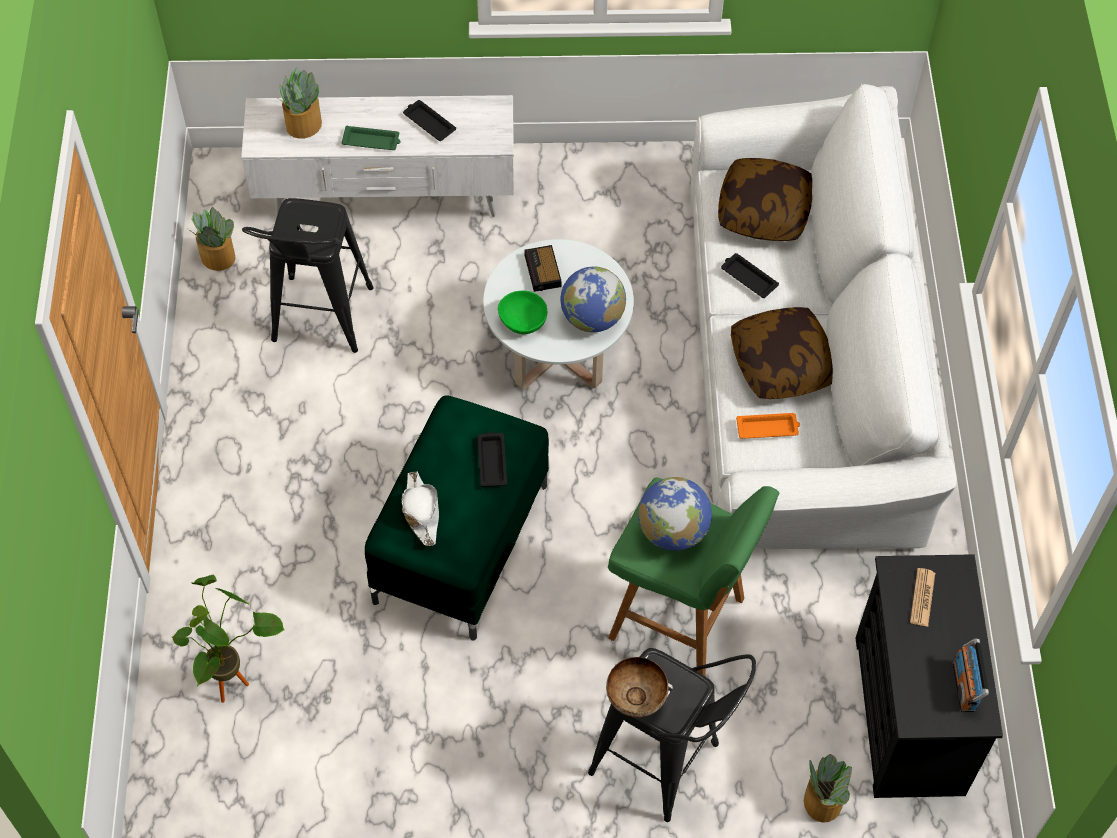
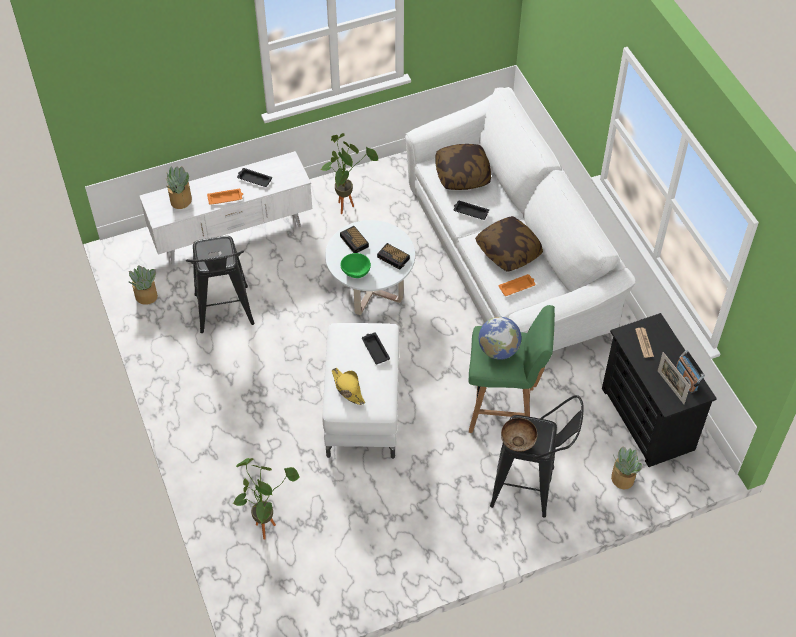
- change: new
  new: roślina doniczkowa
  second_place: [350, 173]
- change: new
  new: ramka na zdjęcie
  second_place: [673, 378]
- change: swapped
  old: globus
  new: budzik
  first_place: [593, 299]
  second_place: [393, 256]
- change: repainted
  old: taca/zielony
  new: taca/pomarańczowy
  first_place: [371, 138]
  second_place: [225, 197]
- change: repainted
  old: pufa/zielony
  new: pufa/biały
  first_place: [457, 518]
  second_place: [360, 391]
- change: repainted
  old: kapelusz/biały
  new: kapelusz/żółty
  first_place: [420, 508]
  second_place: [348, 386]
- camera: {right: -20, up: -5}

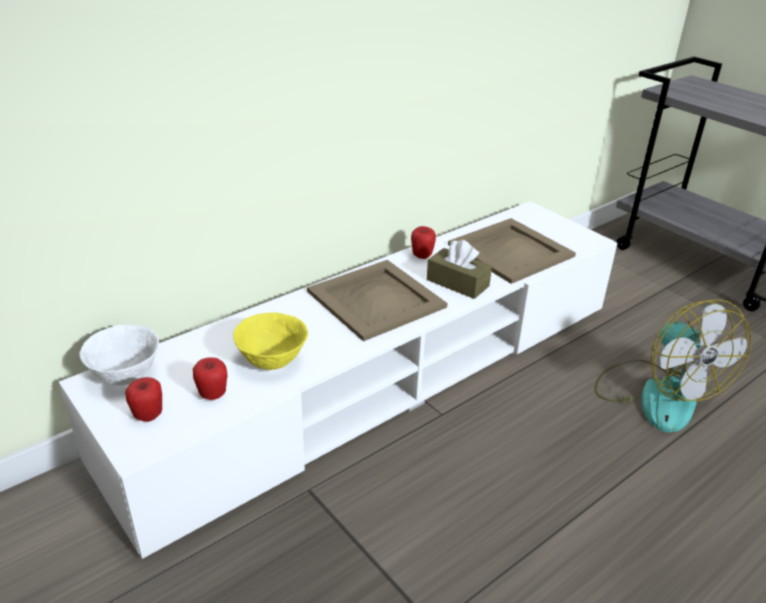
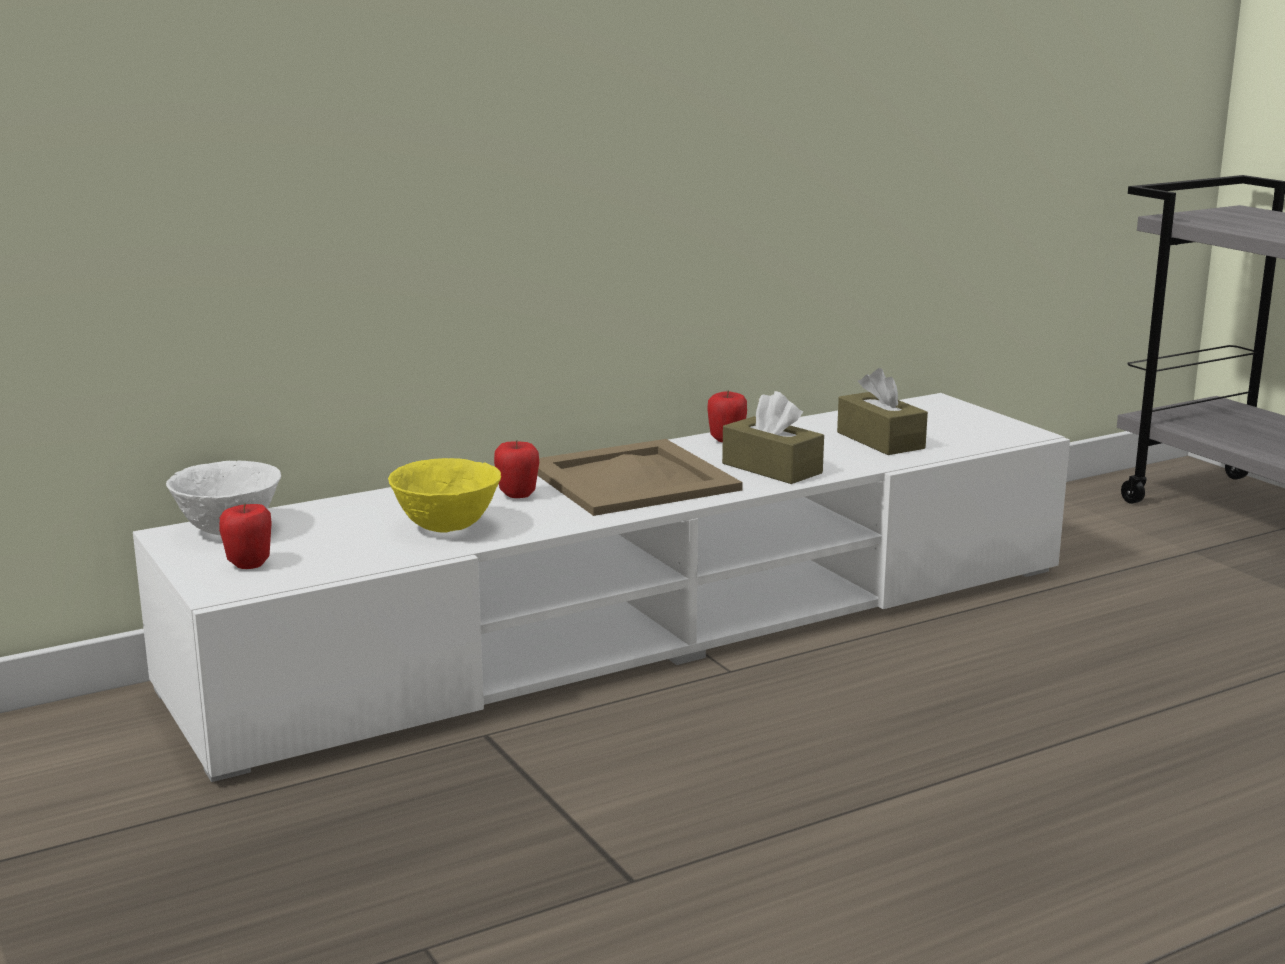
- change: gone
  old: wentylator
  first_place: [672, 366]
- change: shifted
  old: jabłko
  first_place: [210, 378]
  second_place: [516, 469]
- change: swapped
  old: taca/beżowy
  new: pudełko chusteczek/brązowy
  first_place: [512, 251]
  second_place: [882, 411]
- camera: {right: 10, up: -15}

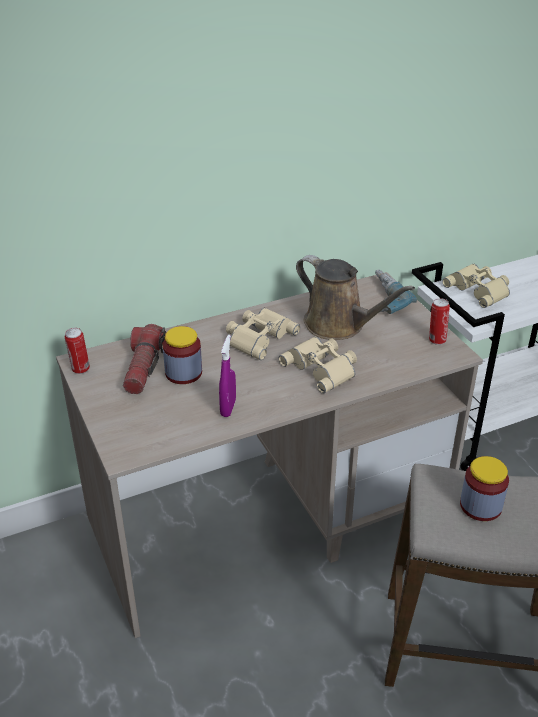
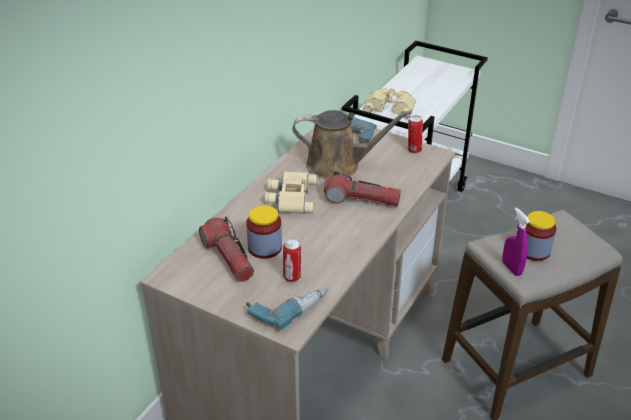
- change: new
  new: wiertarka
  second_place: [287, 308]
- change: shifted
  old: puszka
  first_place: [77, 351]
  second_place: [292, 260]
- change: shifted
  old: spryskiwacz/fioletowy
  first_place: [227, 376]
  second_place: [516, 241]
- change: swapped
  old: lornetka/beżowy
  new: latarka
  first_place: [318, 364]
  second_place: [362, 188]
- camera: {right: -35, up: 0}

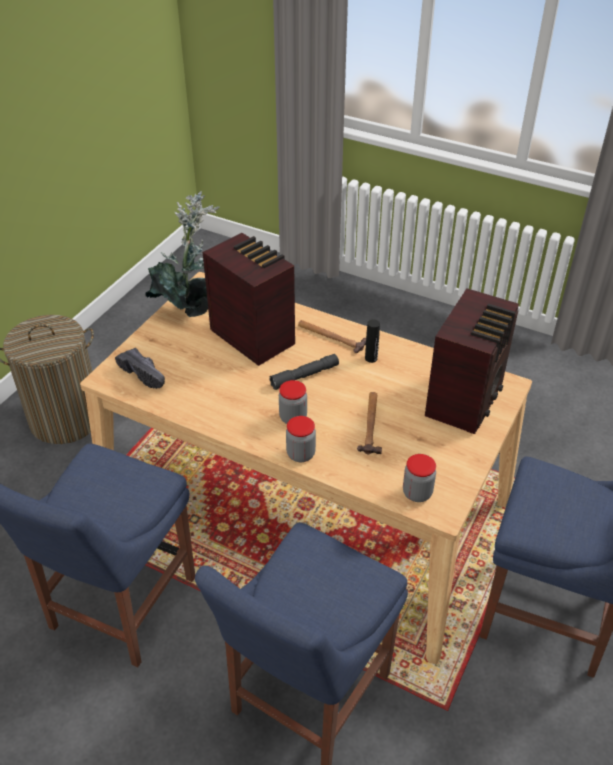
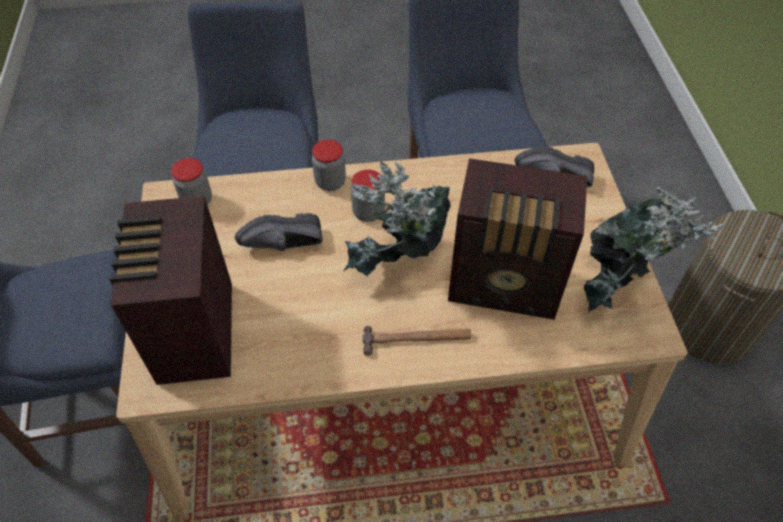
- change: gone
  old: butelka/czarny
  first_place: [372, 341]
- change: swapped
  old: latarka/szary
  new: roślina doniczkowa
  first_place: [304, 372]
  second_place: [397, 219]
- change: swapped
  old: młotek
  new: but/czarny
  first_place: [369, 423]
  second_place: [278, 232]
- camera: {right: 145, up: 10}

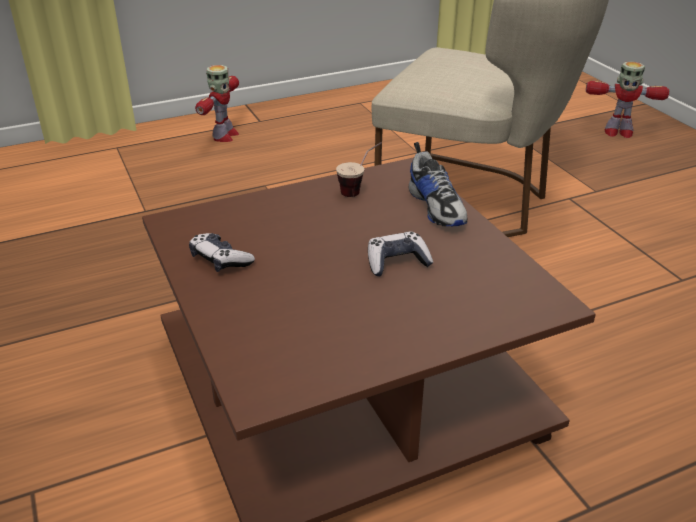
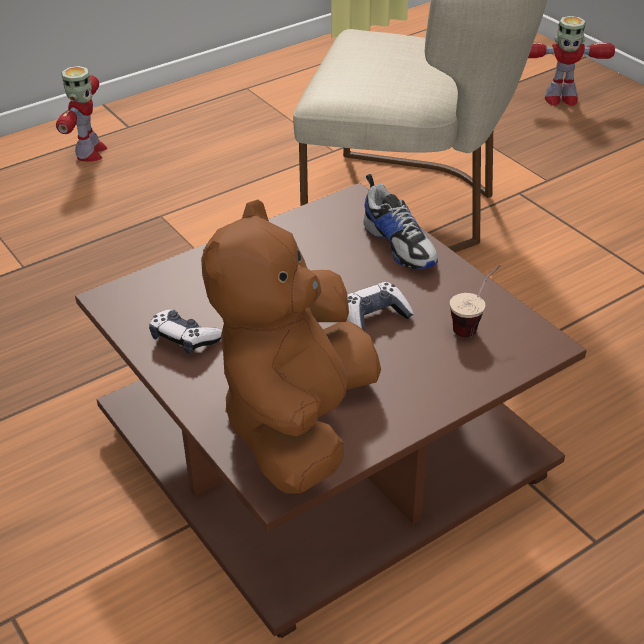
- change: new
  new: pluszak/brązowy
  second_place: [291, 347]
- change: shifted
  old: filiżanka
  first_place: [359, 169]
  second_place: [475, 300]
- camera: {right: -10, up: 5}

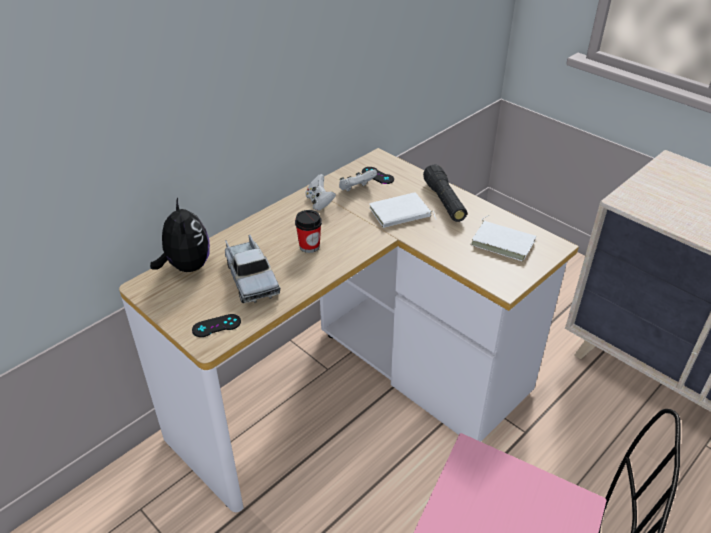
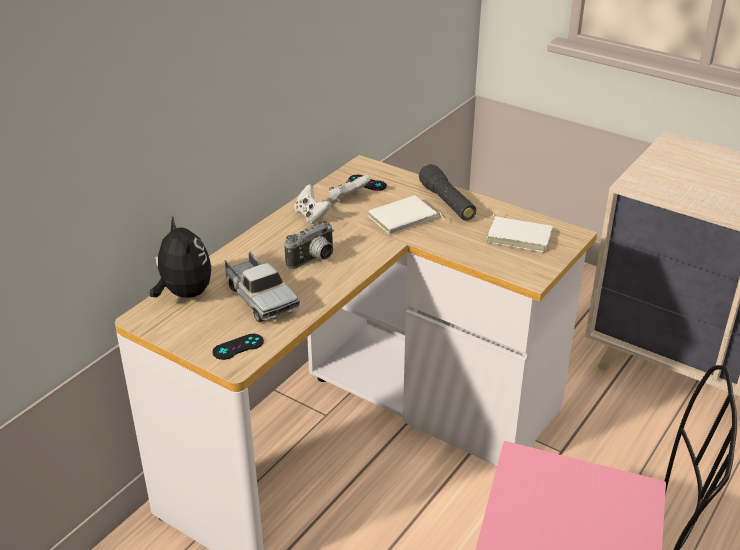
- change: swapped
  old: filiżanka
  new: aparat fotograficzny
  first_place: [308, 231]
  second_place: [309, 245]
- camera: {right: -10, up: -5}

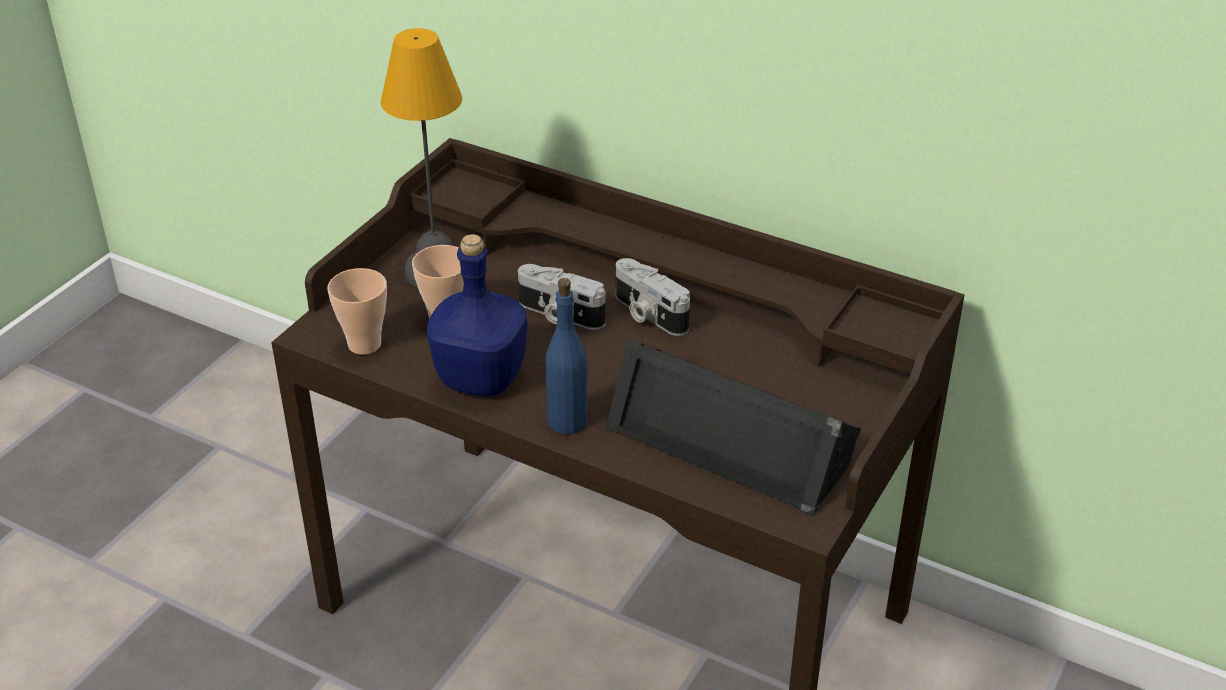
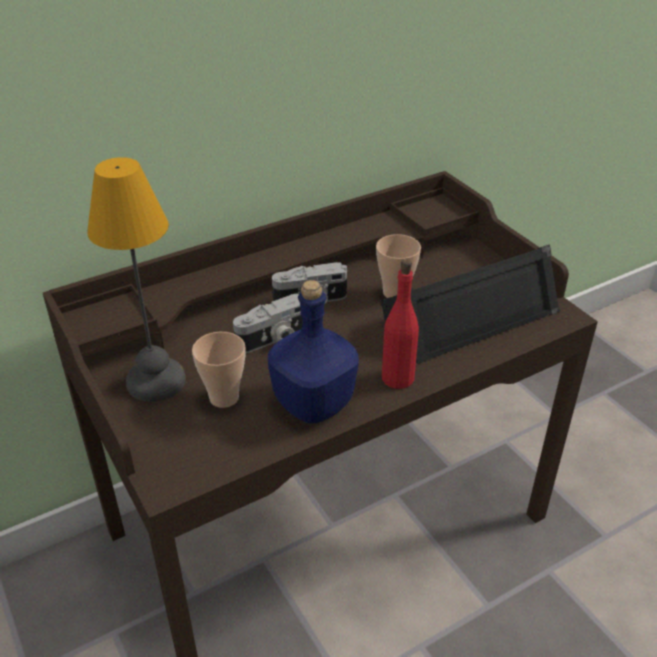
- change: shifted
  old: filiżanka
  first_place: [357, 311]
  second_place: [398, 266]
- change: repainted
  old: butelka/niebieski
  new: butelka/czerwony
  first_place: [566, 356]
  second_place: [400, 324]
- camera: {right: -60, up: 0}

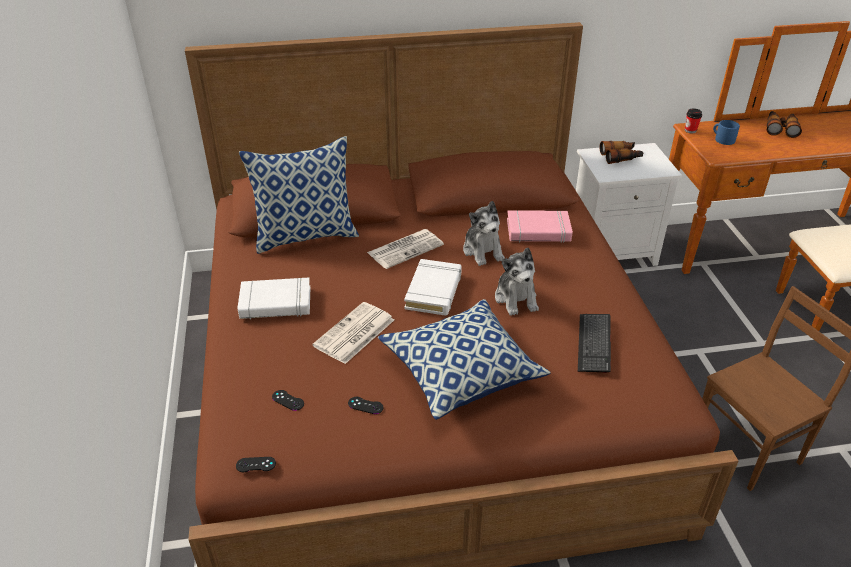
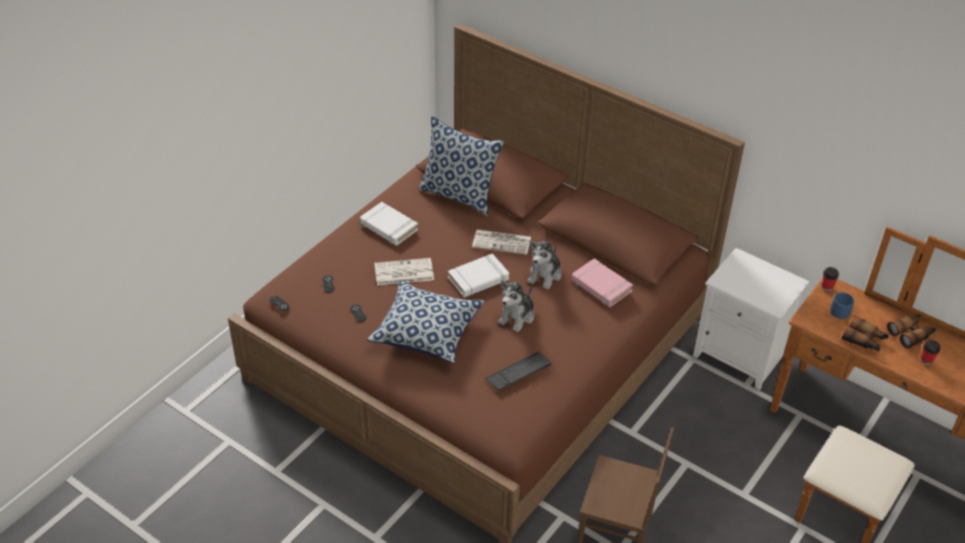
- change: new
  new: filiżanka
  second_place: [930, 352]
- change: shifted
  old: lornetka
  first_place: [621, 152]
  second_place: [865, 333]
- camera: {right: 45, up: 5}

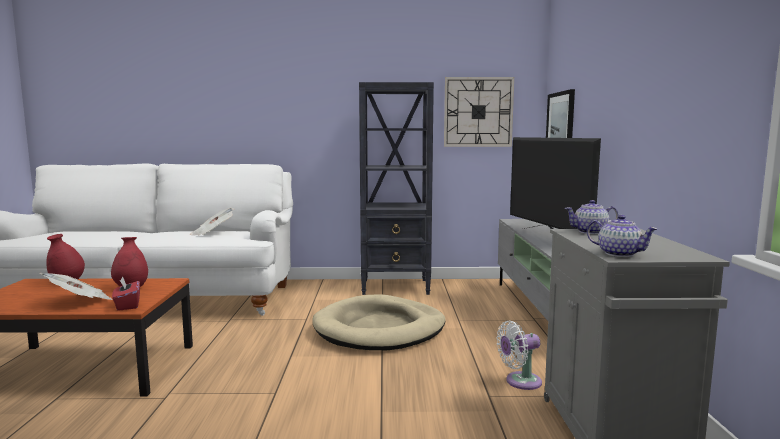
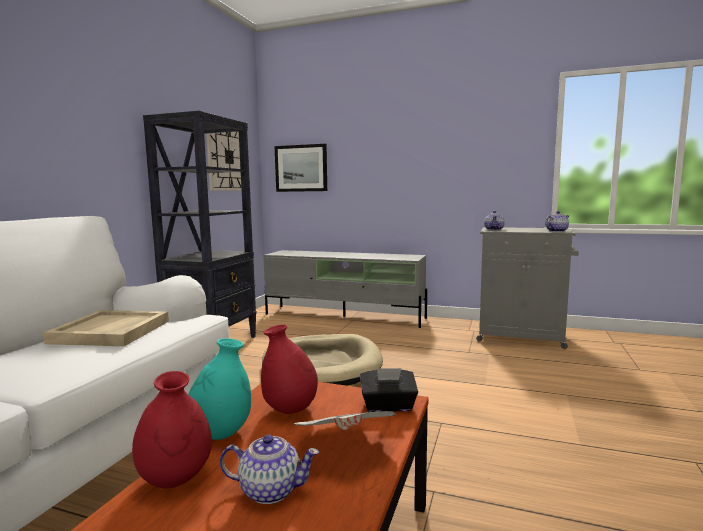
- change: gone
  old: wentylator/biały
  first_place: [519, 355]
- change: gone
  old: telewizor
  first_place: [555, 183]
- change: new
  new: wazon/turkusowy
  second_place: [219, 389]
- change: new
  new: imbryk
  second_place: [269, 469]
- change: swapped
  old: gazeta
  new: taca/beżowy
  first_place: [212, 222]
  second_place: [106, 328]
- change: repainted
  old: pudełko chusteczek/czerwony
  new: pudełko chusteczek/czarny
  first_place: [126, 293]
  second_place: [389, 390]
- camera: {right: -70, up: 0}

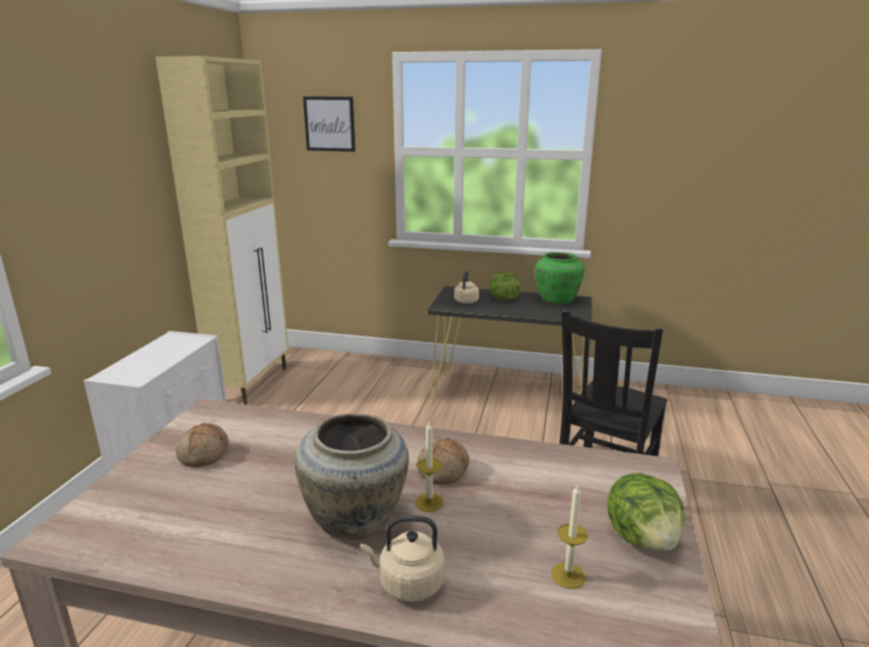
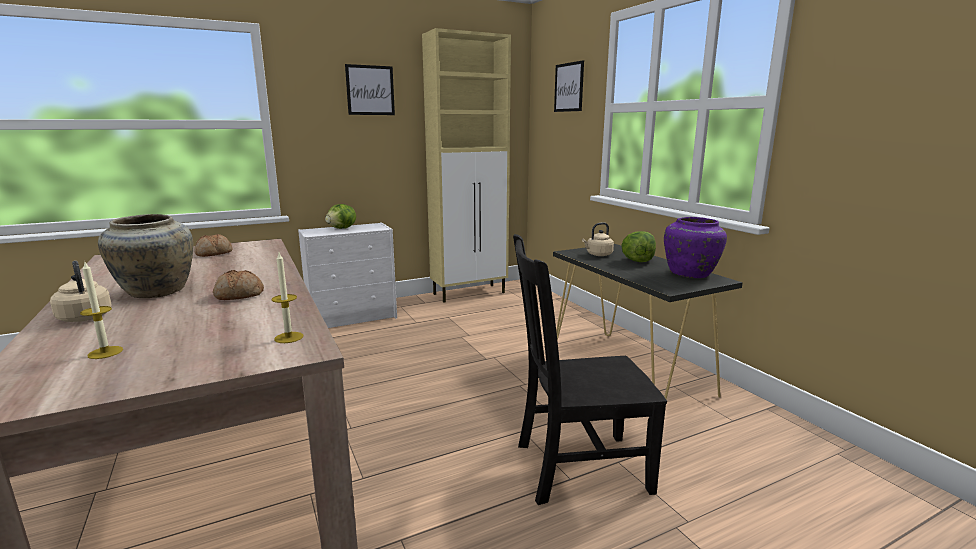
- change: new
  new: obraz
  second_place: [370, 89]
- change: shifted
  old: świeca
  first_place: [429, 467]
  second_place: [287, 298]
- change: shifted
  old: sałata
  first_place: [646, 512]
  second_place: [340, 216]
- change: repainted
  old: wazon/zielony
  new: wazon/fioletowy
  first_place: [560, 278]
  second_place: [695, 247]
- camera: {right: 50, up: -5}

